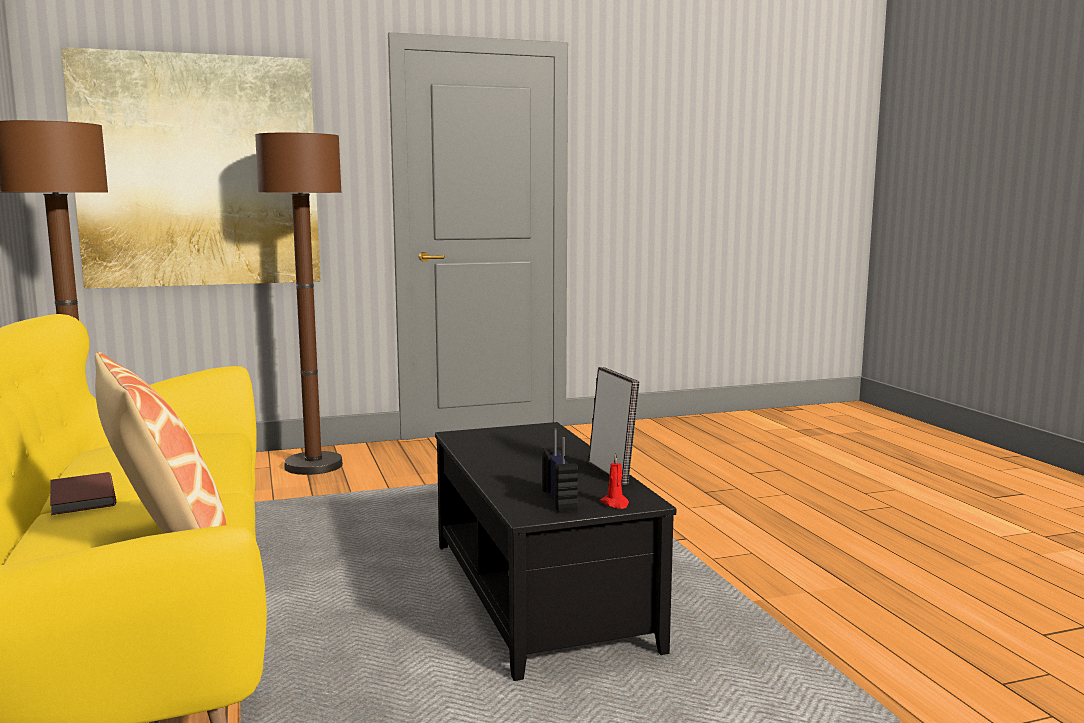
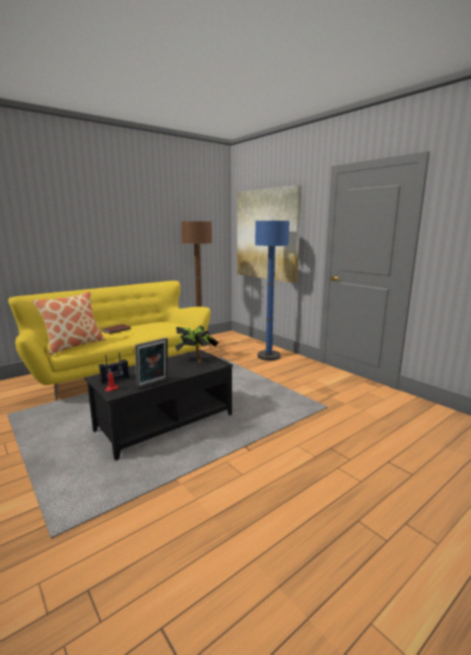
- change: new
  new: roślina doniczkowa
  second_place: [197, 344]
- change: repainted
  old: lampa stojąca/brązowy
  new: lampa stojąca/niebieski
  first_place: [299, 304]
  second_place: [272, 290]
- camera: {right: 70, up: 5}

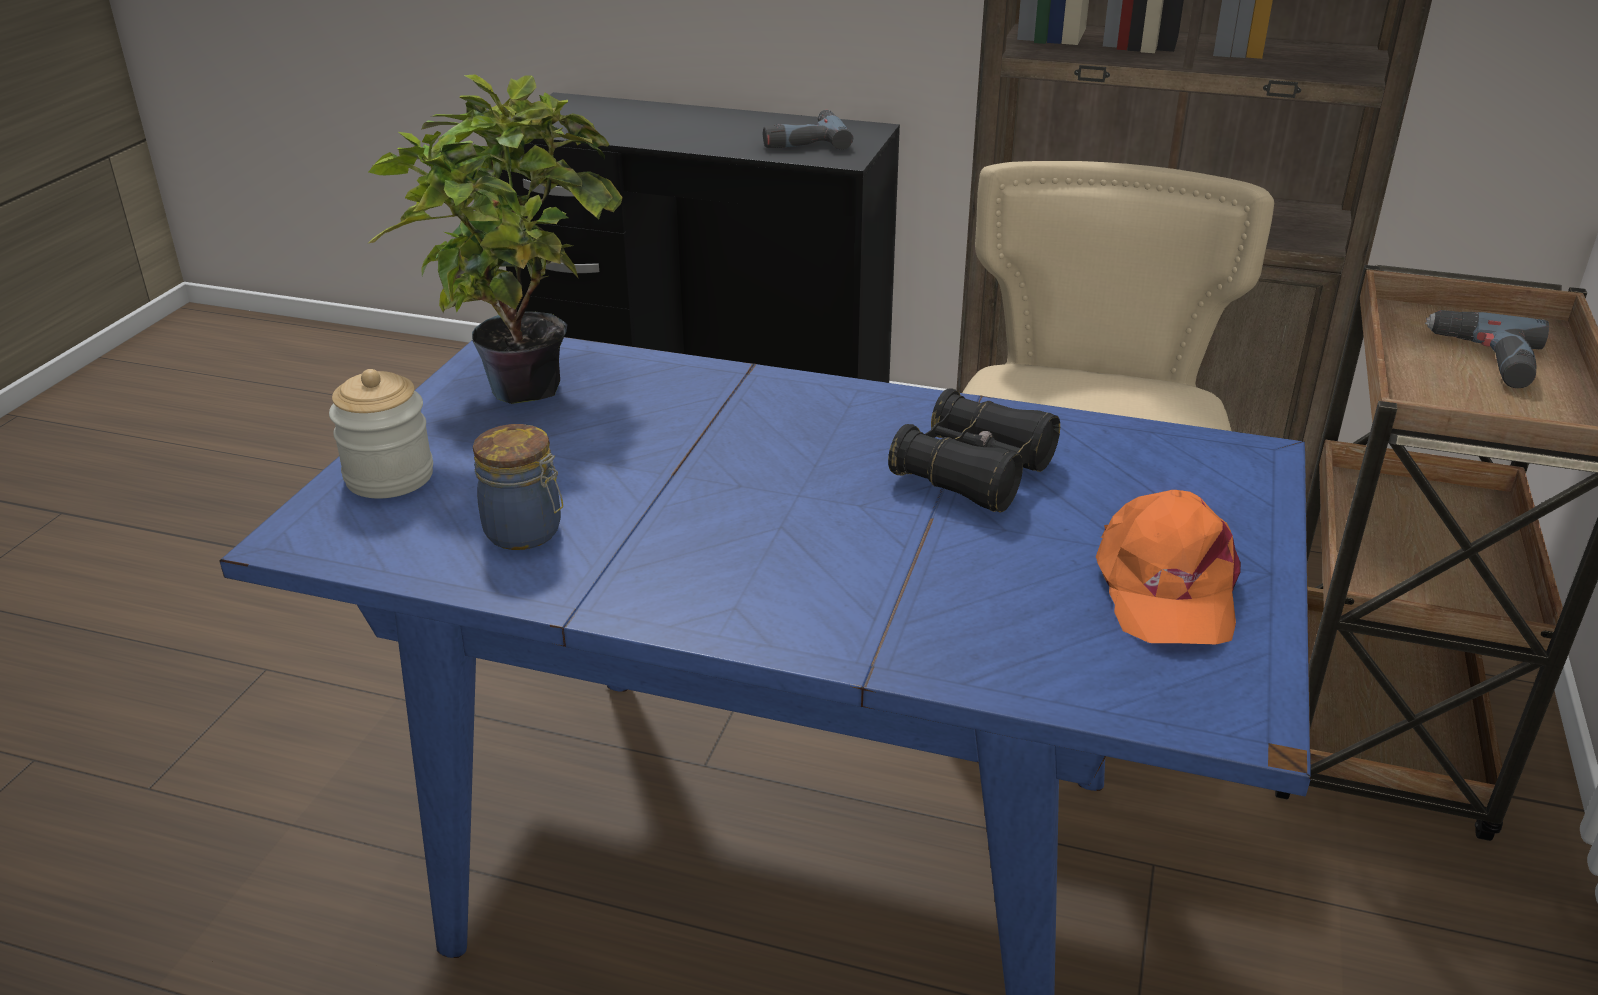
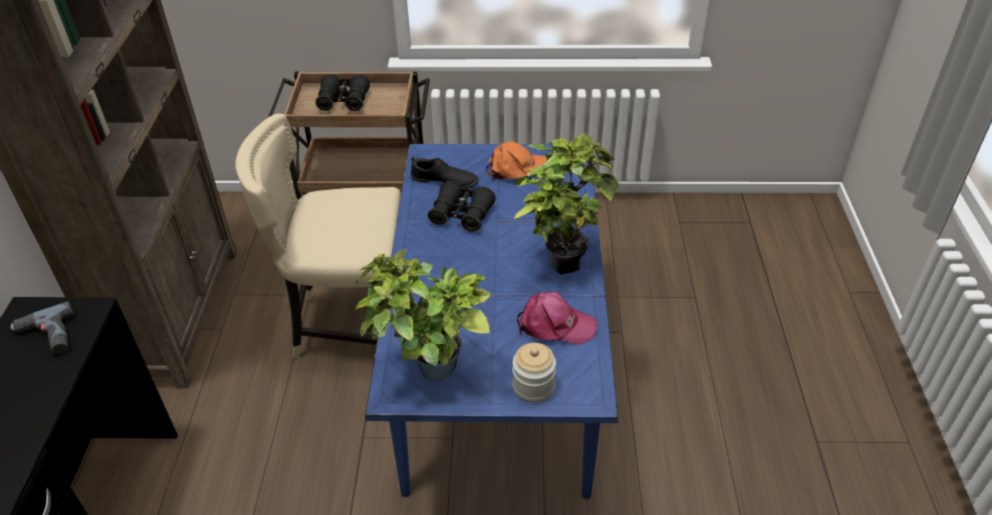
- change: new
  new: but/czarny
  second_place: [444, 172]
- change: new
  new: roślina doniczkowa
  second_place: [566, 203]
- change: swapped
  old: słoik
  new: czapka z daszkiem/różowy
  first_place: [518, 487]
  second_place: [557, 318]
- change: swapped
  old: wiertarka
  new: lornetka/czarny
  first_place: [1487, 349]
  second_place: [342, 92]
- camera: {right: -105, up: 10}

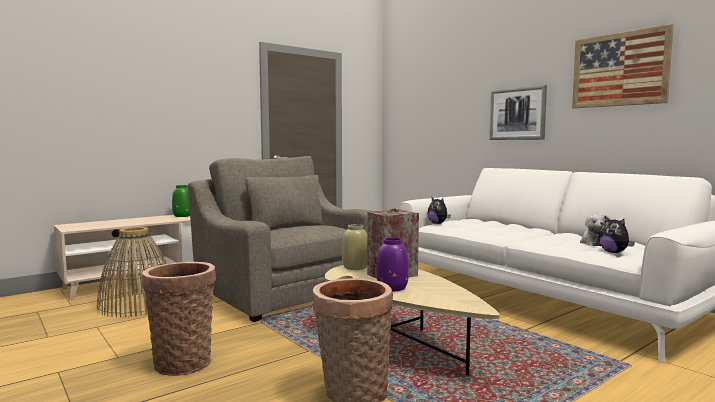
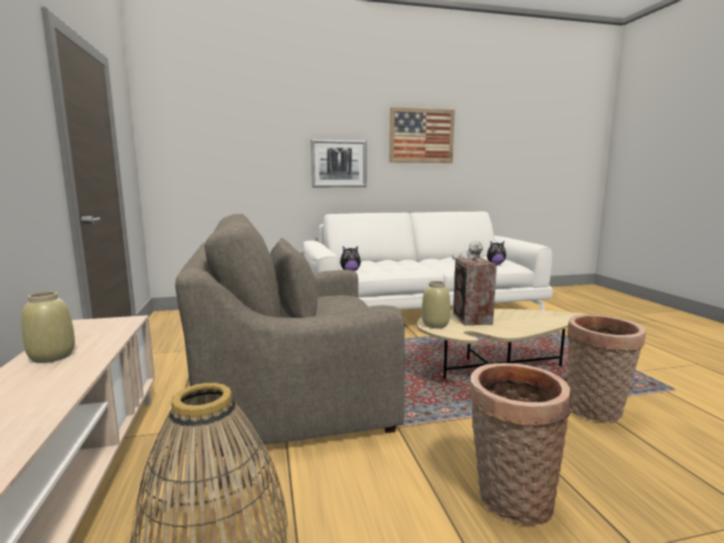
- change: gone
  old: wazon/fioletowy
  first_place: [393, 265]
- change: repainted
  old: wazon/zielony
  new: wazon/beżowy
  first_place: [181, 201]
  second_place: [48, 327]
- camera: {right: -65, up: 5}

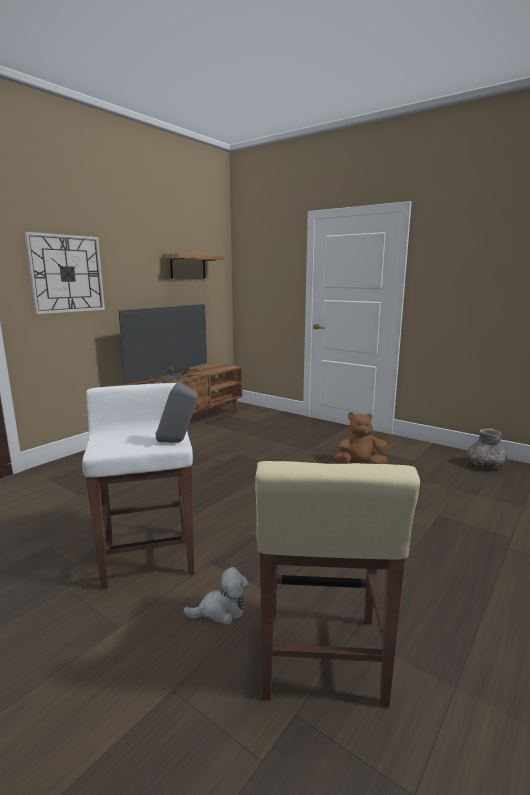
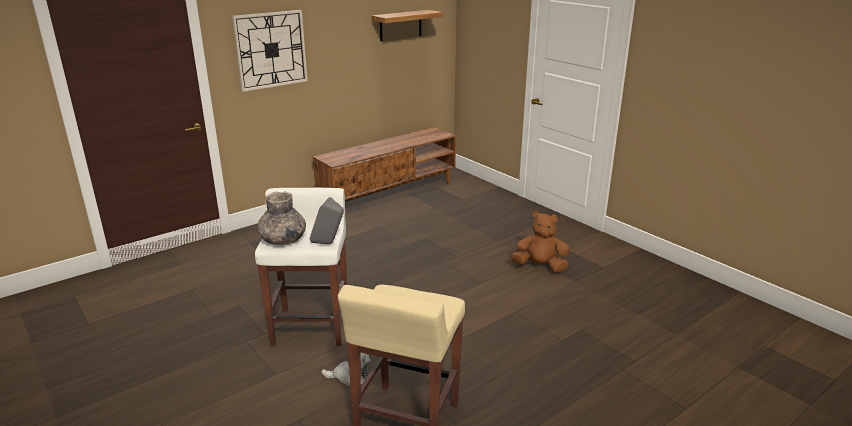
- change: gone
  old: telewizor
  first_place: [162, 344]
- change: shifted
  old: wazon/szary
  first_place: [487, 449]
  second_place: [281, 218]
- camera: {right: 15, up: 10}

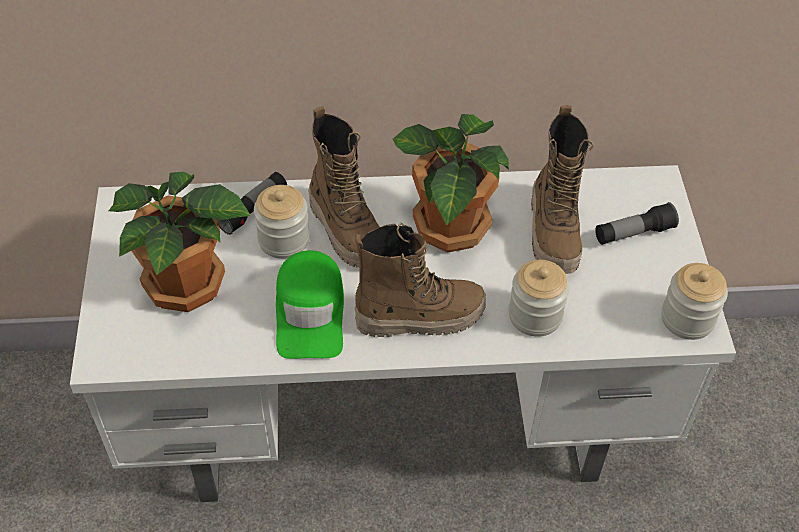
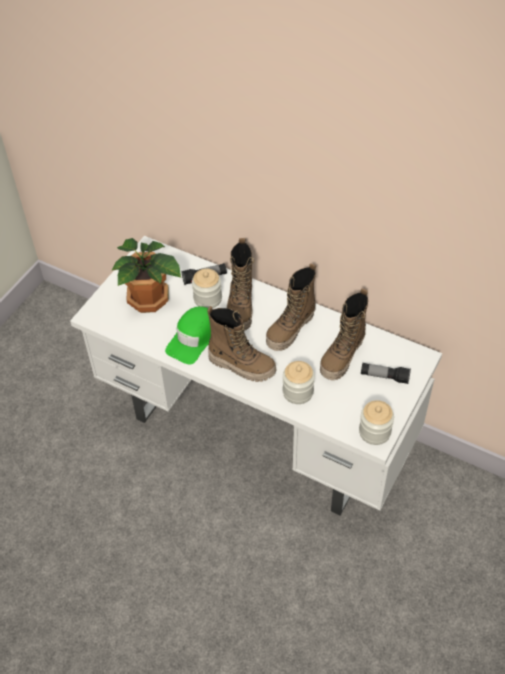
- change: swapped
  old: roślina doniczkowa
  new: but z cholewką
  first_place: [451, 183]
  second_place: [291, 307]
- camera: {right: 35, up: 0}

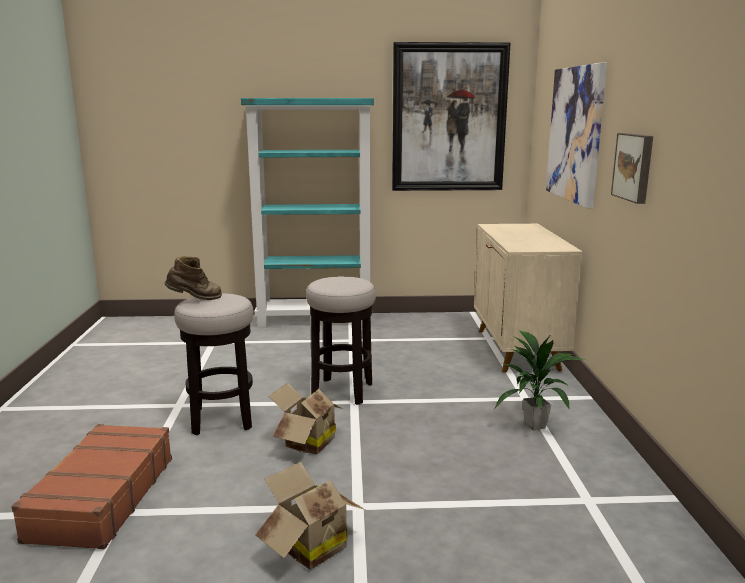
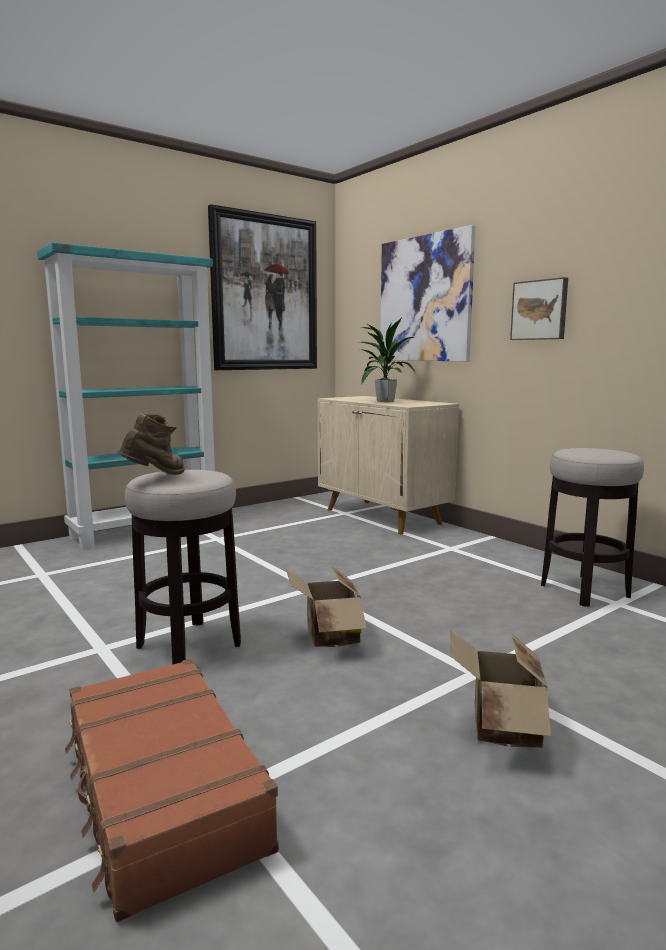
- change: shifted
  old: stołek
  first_place: [341, 341]
  second_place: [592, 527]
- change: shifted
  old: roślina doniczkowa
  first_place: [540, 380]
  second_place: [387, 359]
- camera: {right: -35, up: -5}

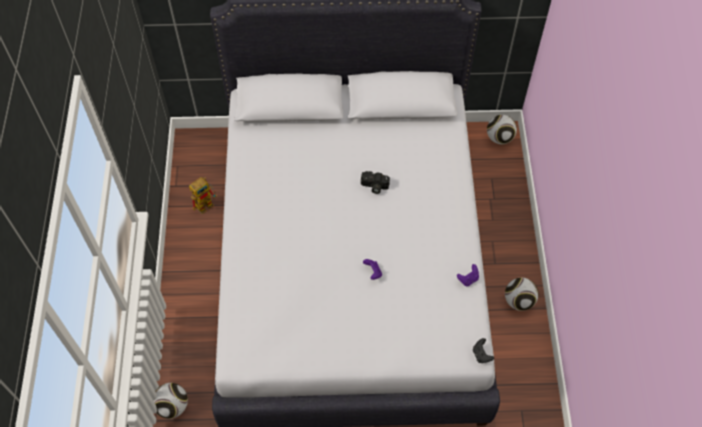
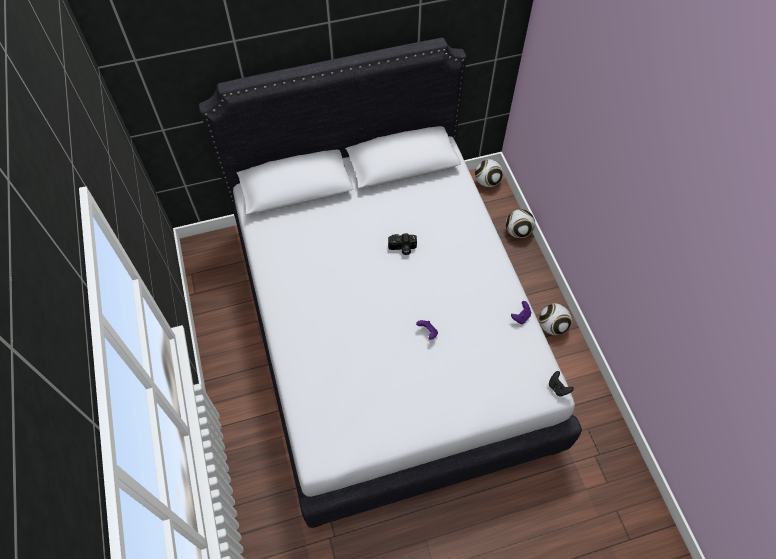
- change: gone
  old: robot zabawkowy
  first_place: [203, 195]
- change: shifted
  old: piłka futbolowa
  first_place: [171, 401]
  second_place: [520, 223]
- camera: {right: -15, up: 0}

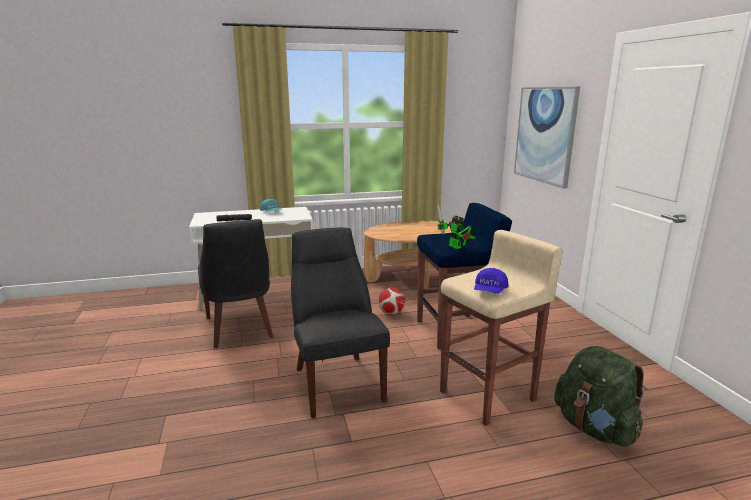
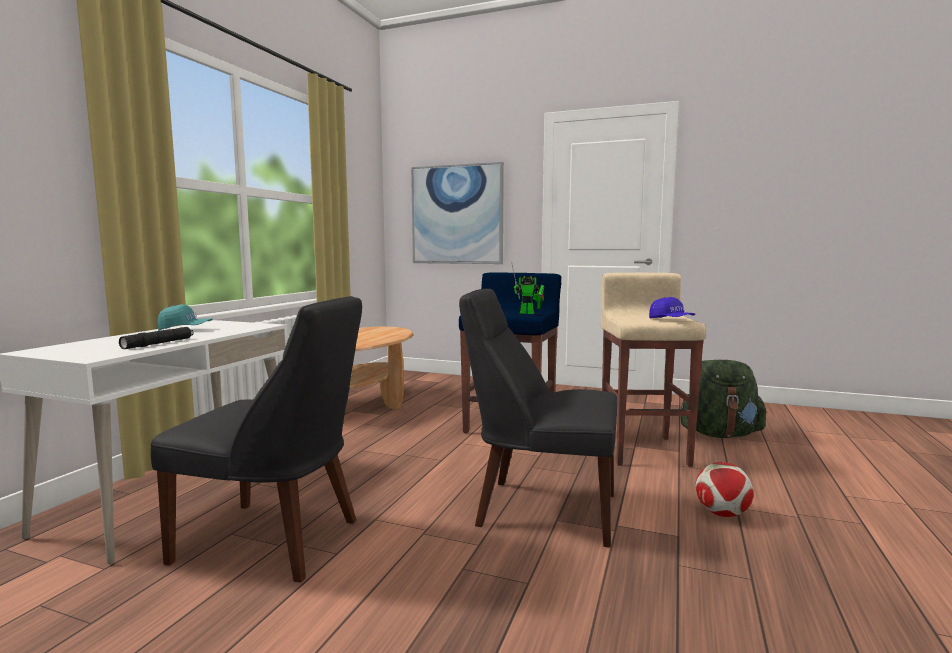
- change: shifted
  old: piłka futbolowa
  first_place: [391, 301]
  second_place: [725, 489]
- camera: {right: -55, up: -10}

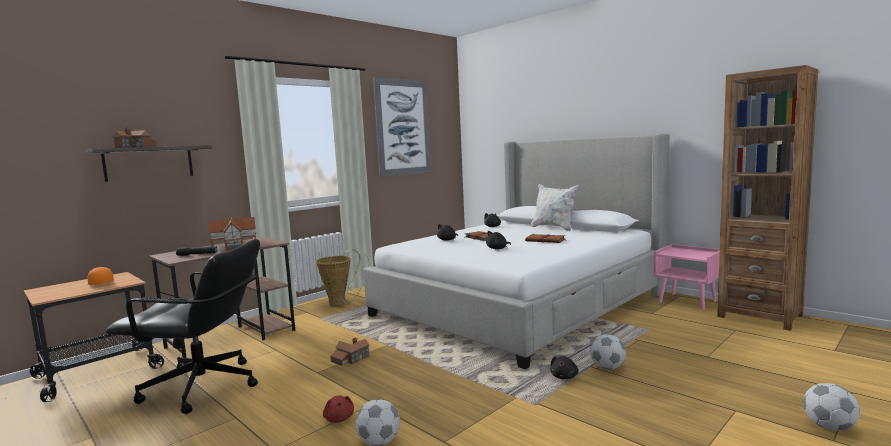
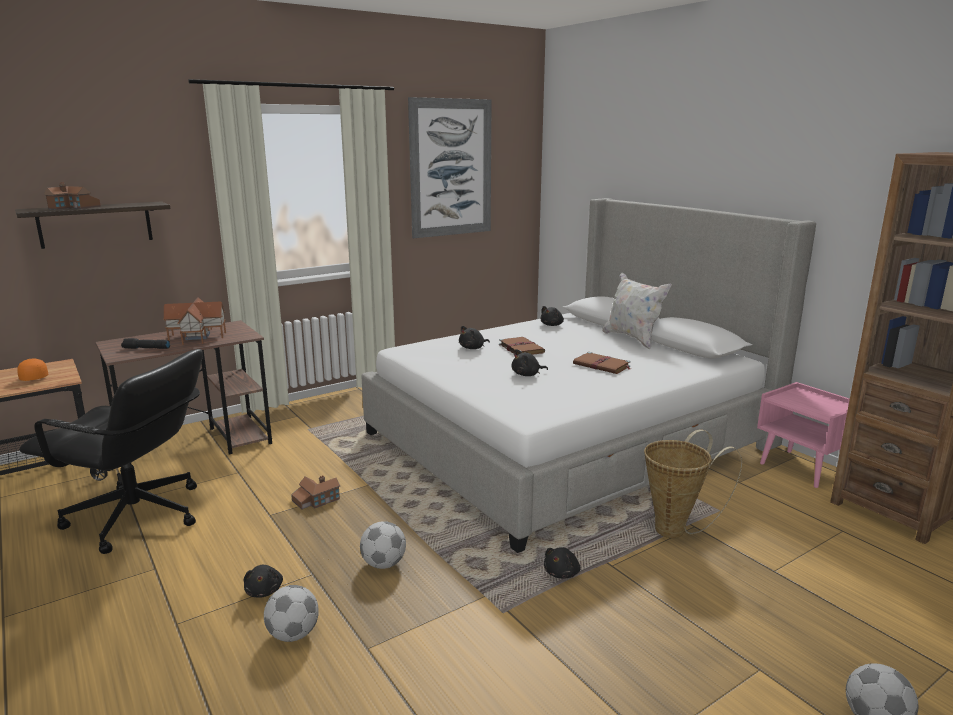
- change: shifted
  old: koszyk
  first_place: [342, 278]
  second_place: [693, 483]
- change: shifted
  old: piłka futbolowa
  first_place: [608, 352]
  second_place: [383, 545]
- change: repainted
  old: pluszak/czerwony
  new: pluszak/czarny
  first_place: [338, 409]
  second_place: [263, 581]
- camera: {right: 10, up: 10}

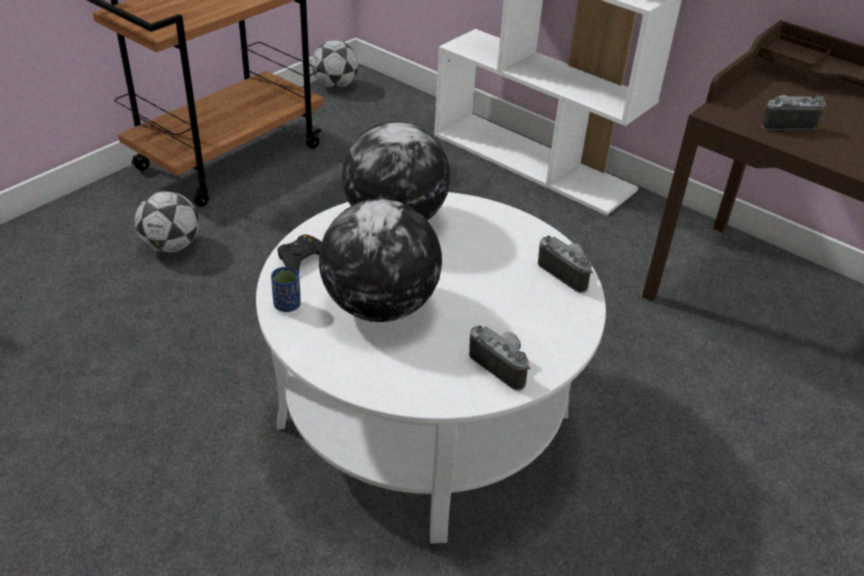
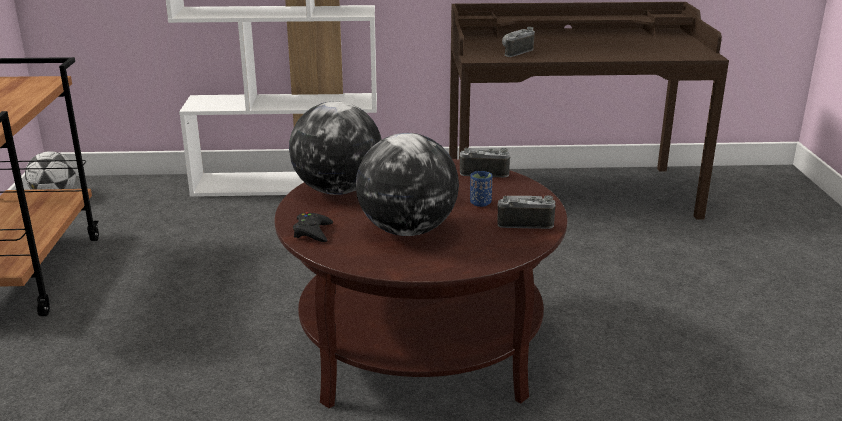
- change: gone
  old: piłka futbolowa
  first_place: [167, 222]
- change: shifted
  old: filiżanka/niebieski
  first_place: [286, 289]
  second_place: [481, 189]
- change: repainted
  old: ława/biały
  new: ława/brązowy
  first_place: [431, 368]
  second_place: [421, 284]
- camera: {right: -40, up: -15}

